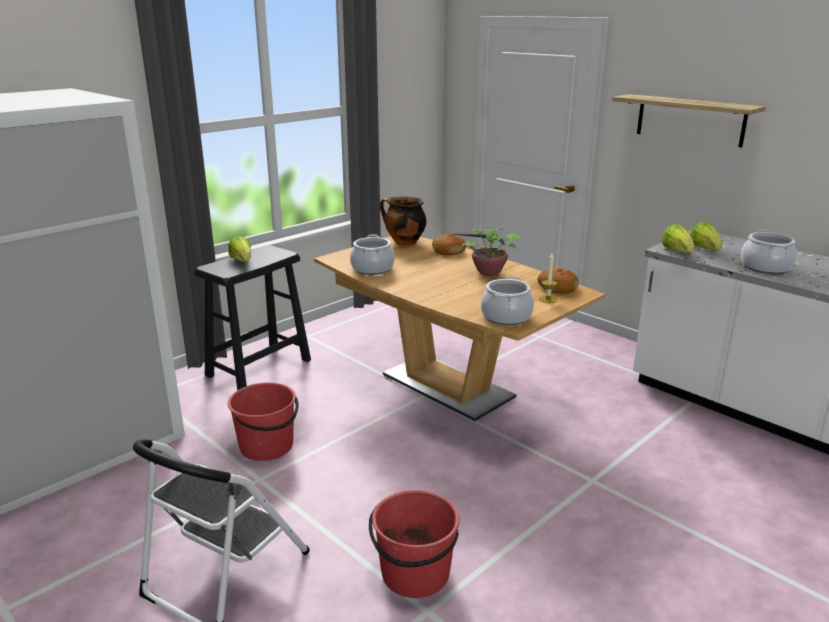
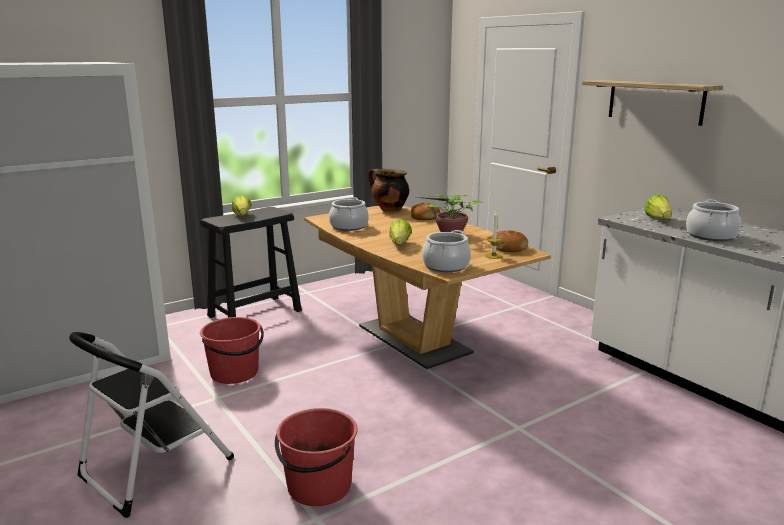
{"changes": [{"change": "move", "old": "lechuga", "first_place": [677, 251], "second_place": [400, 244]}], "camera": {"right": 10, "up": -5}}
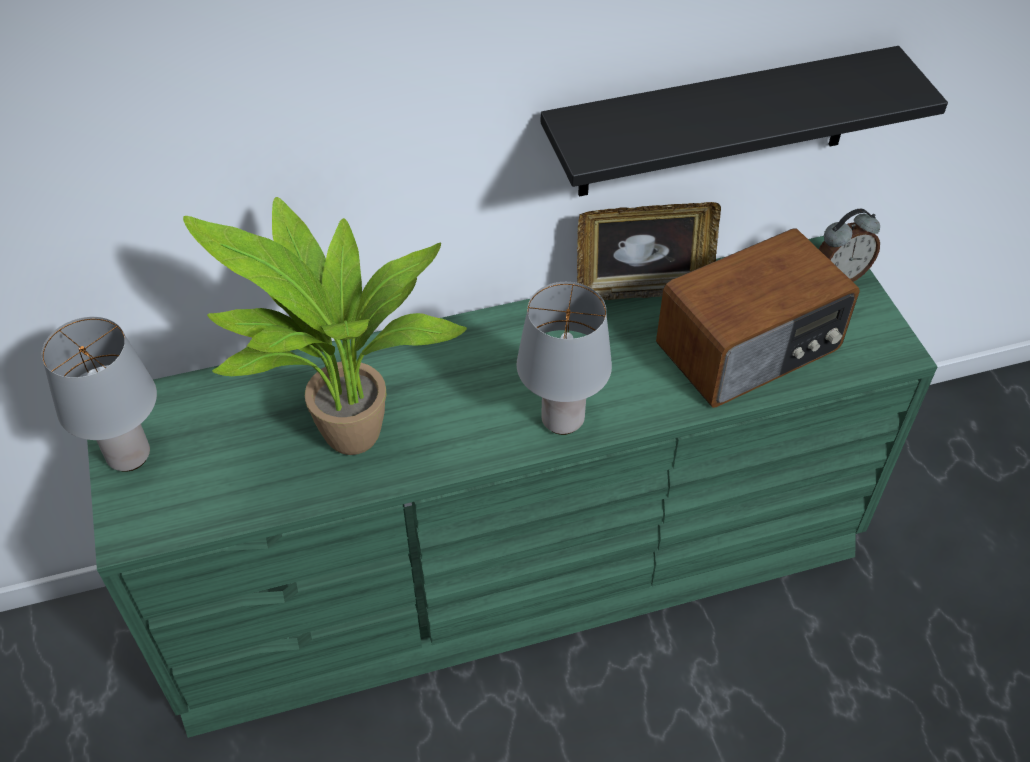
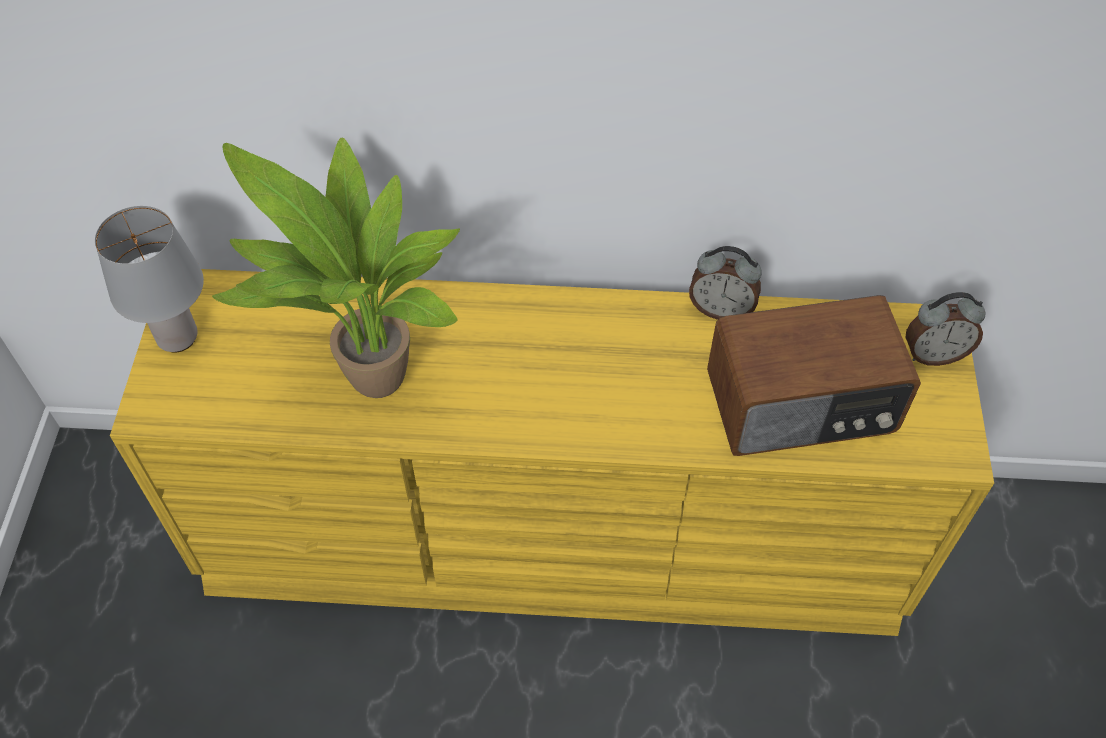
{"changes": [{"change": "recolor", "old": "cómoda [verde]", "new": "cómoda [amarillo]", "first_place": [514, 567], "second_place": [553, 535]}, {"change": "replace", "old": "portarretratos", "new": "despertador", "first_place": [642, 288], "second_place": [721, 309]}, {"change": "delete", "old": "lámpara de mesa [gris]", "first_place": [562, 421]}, {"change": "delete", "old": "estante [negro]", "first_place": [717, 124]}], "camera": {"right": 20, "up": 5}}
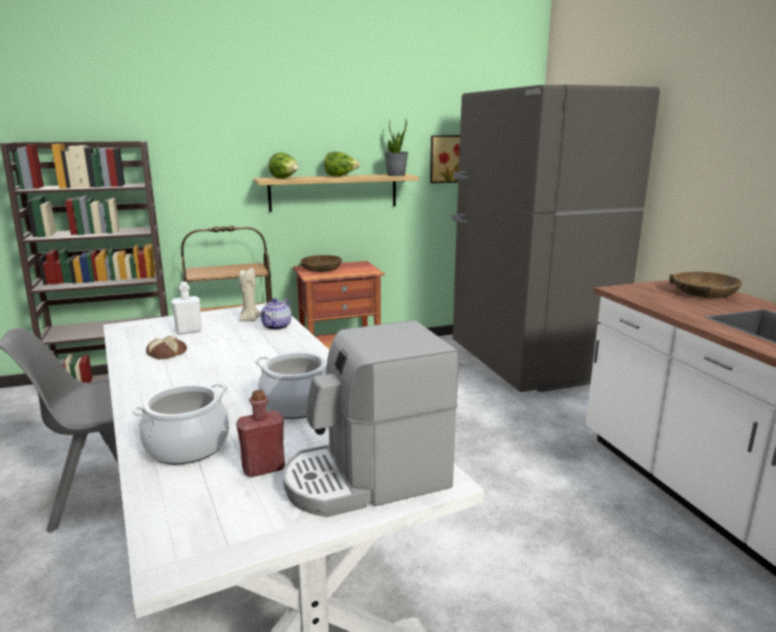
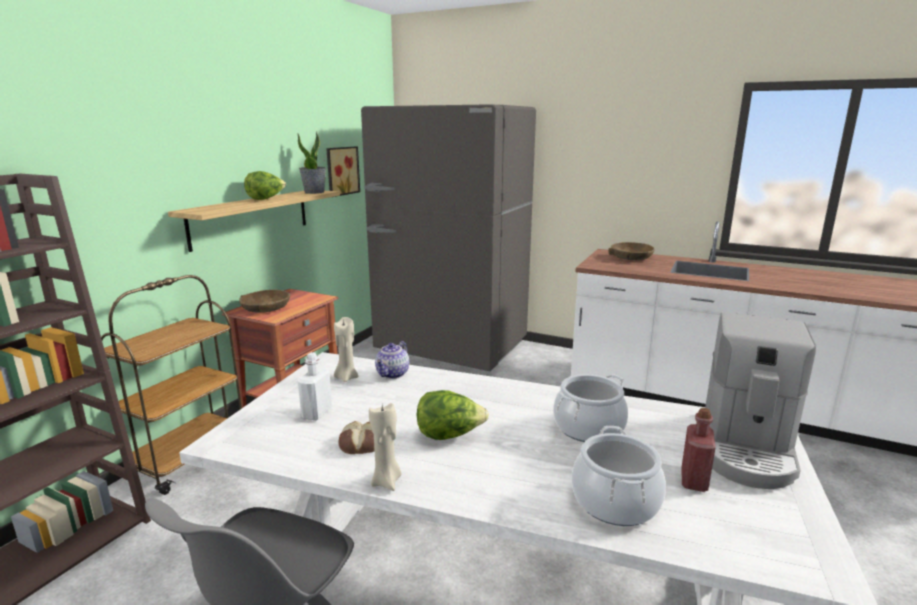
{"changes": [{"change": "insert", "new": "vela [beis]", "second_place": [387, 481]}, {"change": "rotate", "old": "tetera", "first_place": [277, 327], "second_place": [393, 374], "degrees": 45}, {"change": "move", "old": "lechuga", "first_place": [284, 178], "second_place": [449, 435]}], "camera": {"right": -45, "up": 0}}
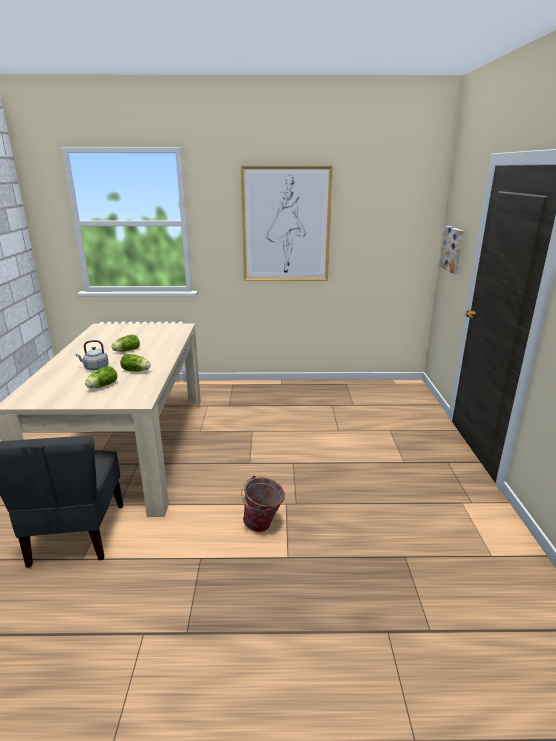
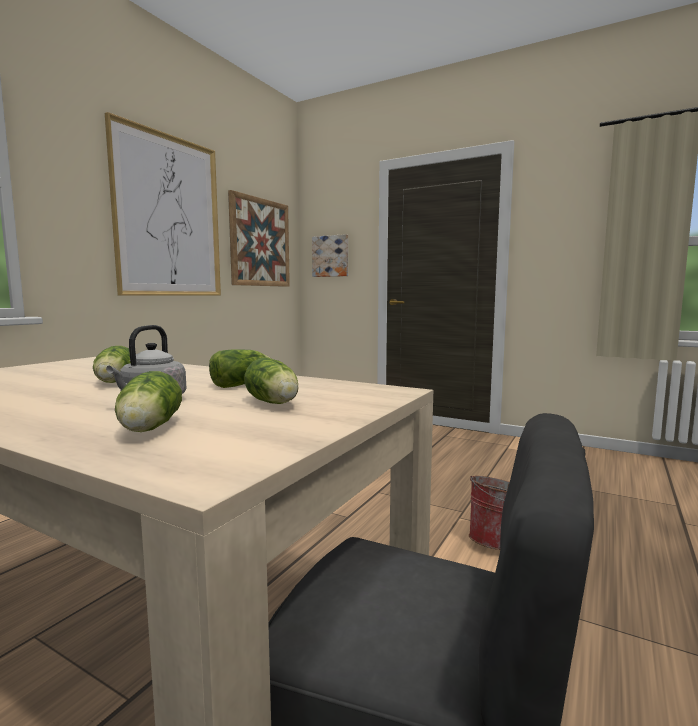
{"changes": [{"change": "insert", "new": "lechuga", "second_place": [148, 429]}, {"change": "insert", "new": "cuadro", "second_place": [260, 242]}], "camera": {"right": -60, "up": -15}}
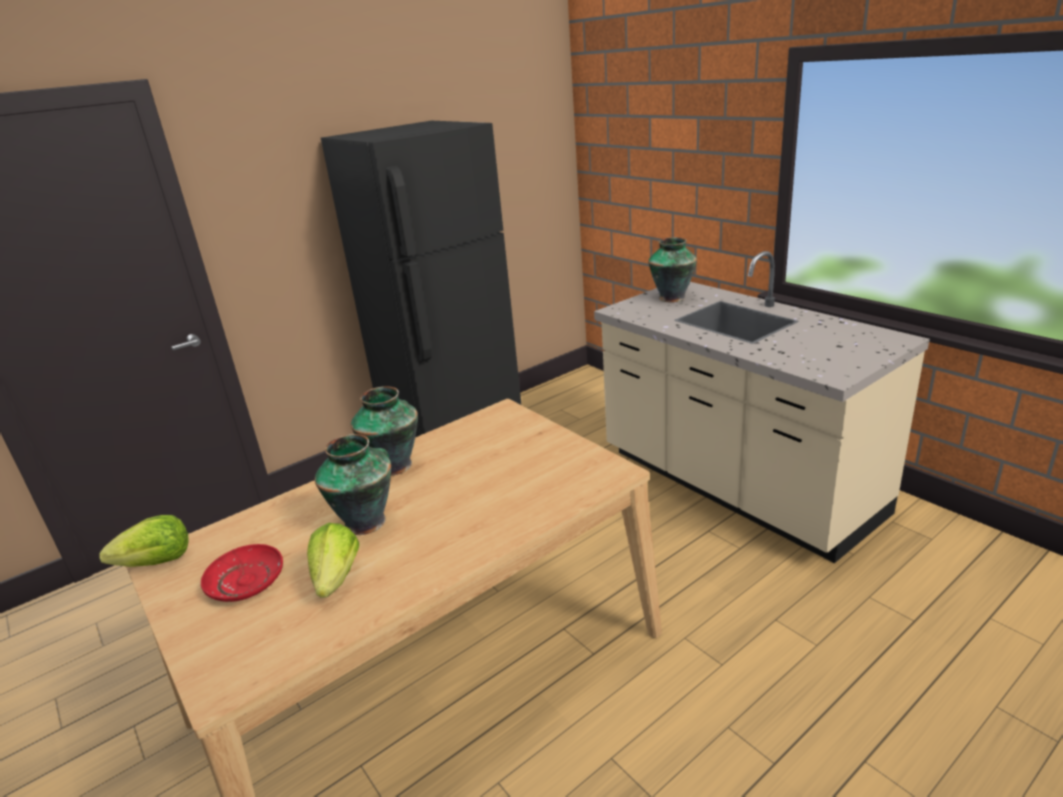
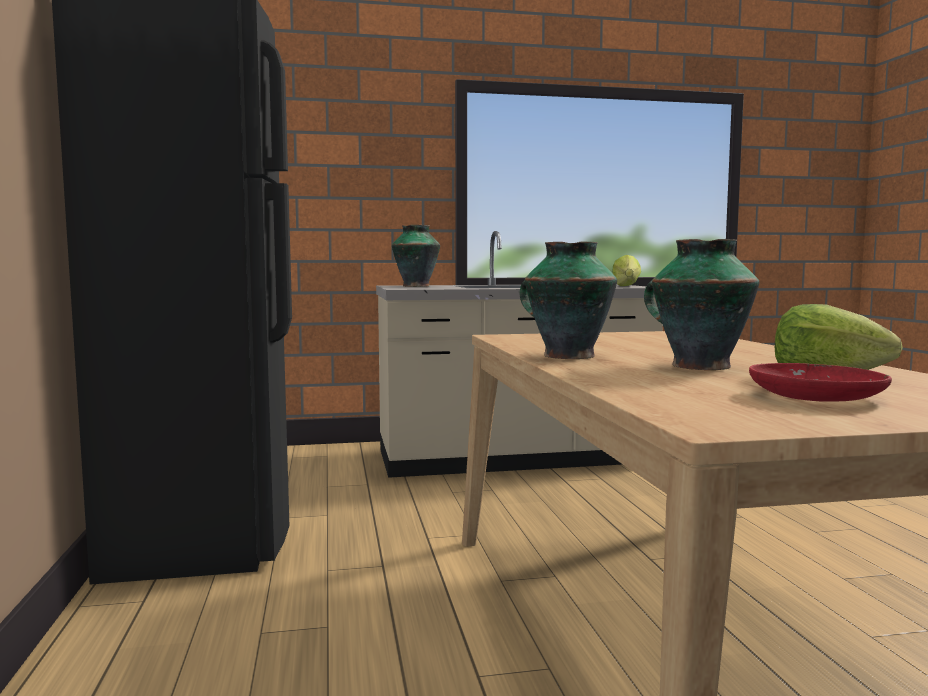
{"changes": [{"change": "move", "old": "lechuga", "first_place": [157, 562], "second_place": [626, 286]}], "camera": {"right": -65, "up": -20}}
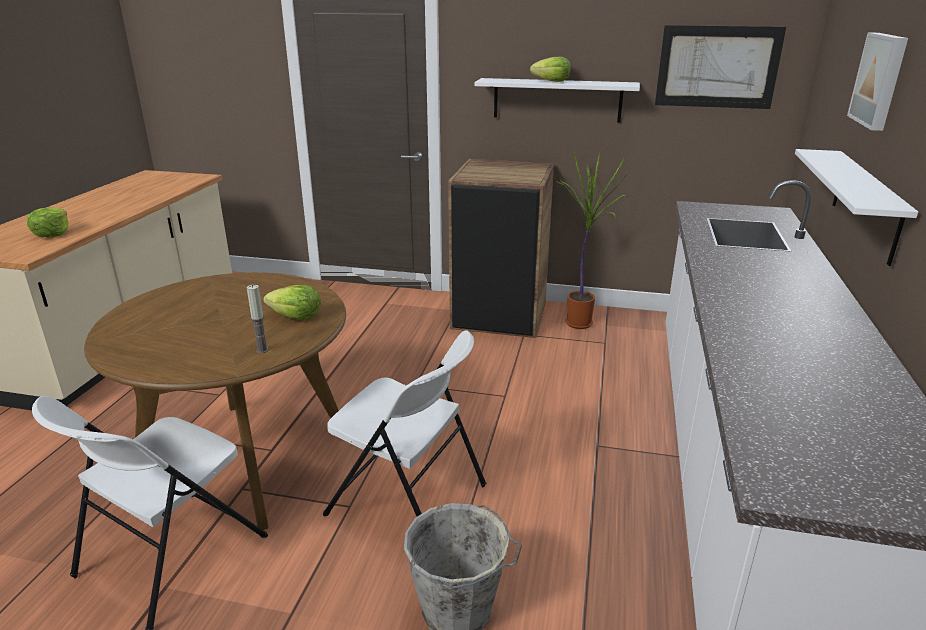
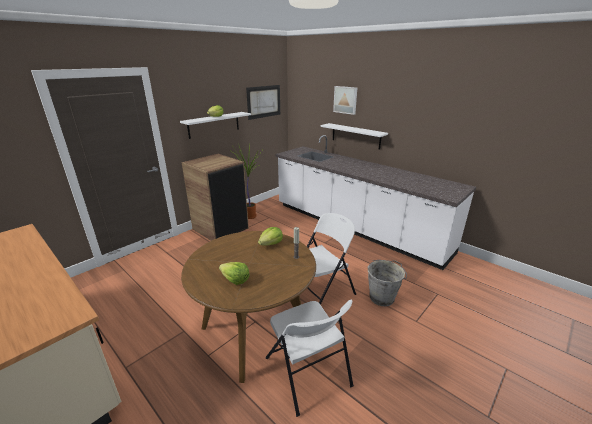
{"changes": [{"change": "move", "old": "lechuga", "first_place": [52, 234], "second_place": [235, 280]}], "camera": {"right": -60, "up": 0}}
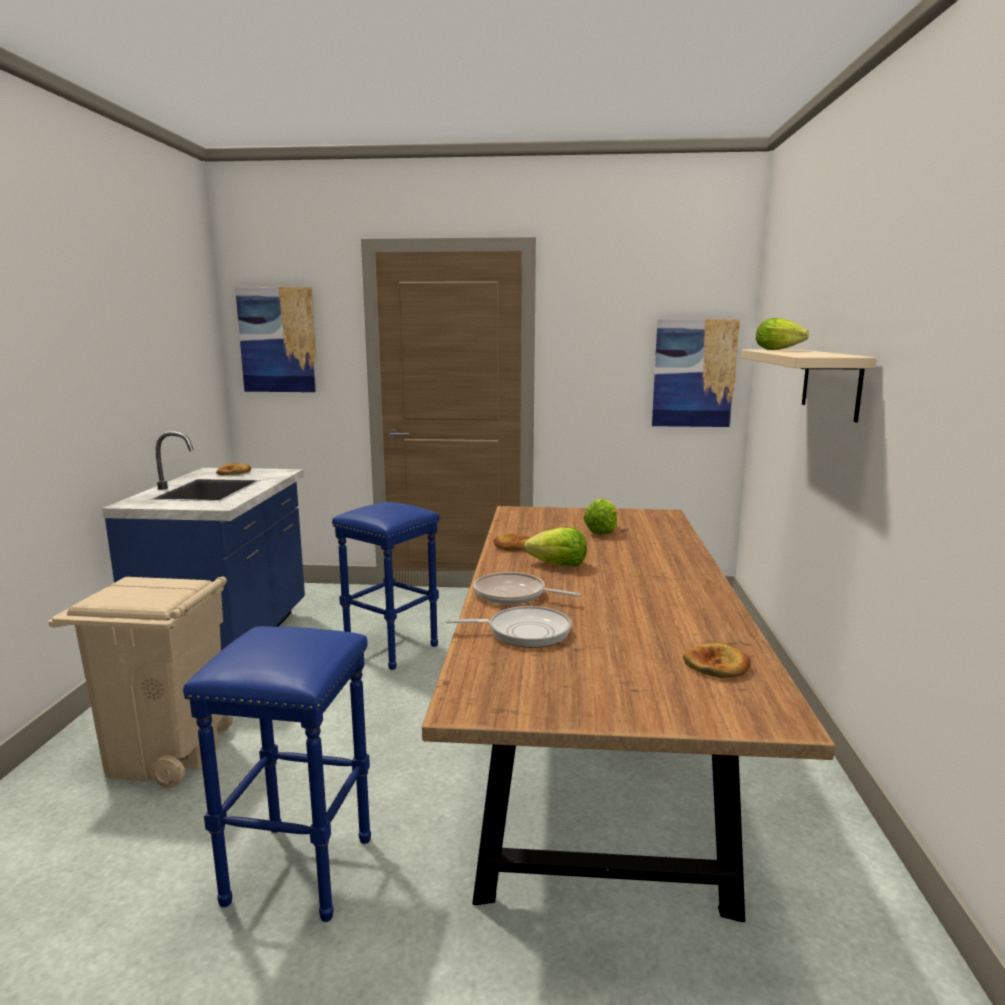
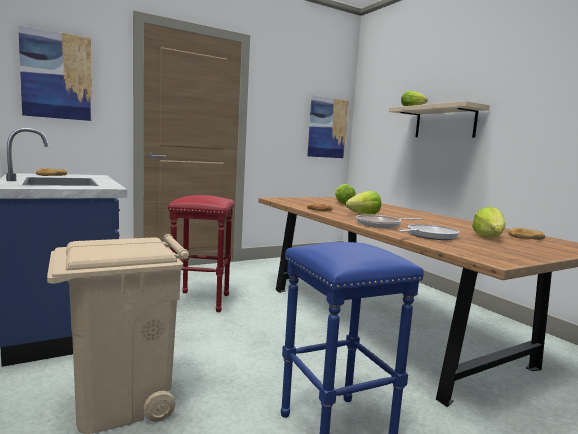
{"changes": [{"change": "recolor", "old": "taburete [azul]", "new": "taburete [rojo]", "first_place": [394, 648], "second_place": [202, 301]}, {"change": "insert", "new": "lechuga", "second_place": [488, 237]}], "camera": {"right": -35, "up": -5}}
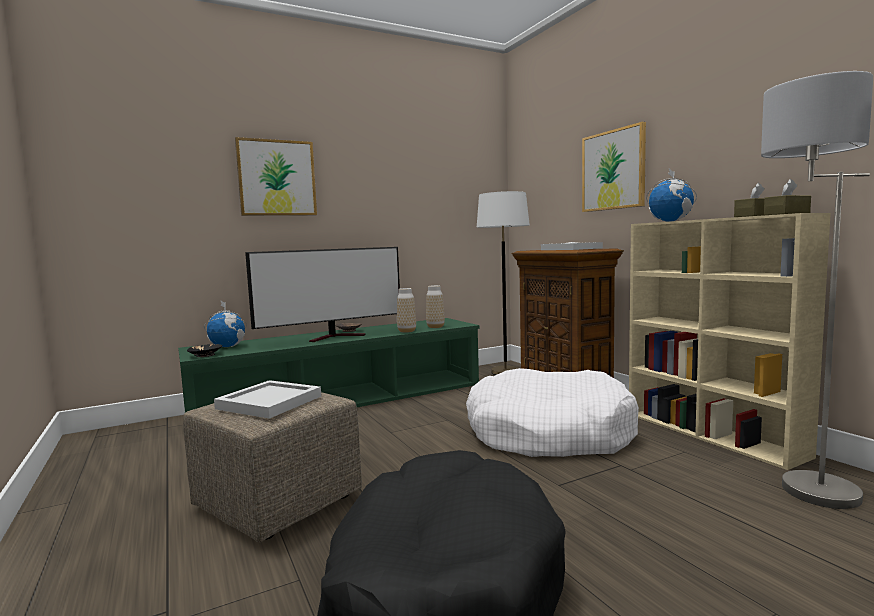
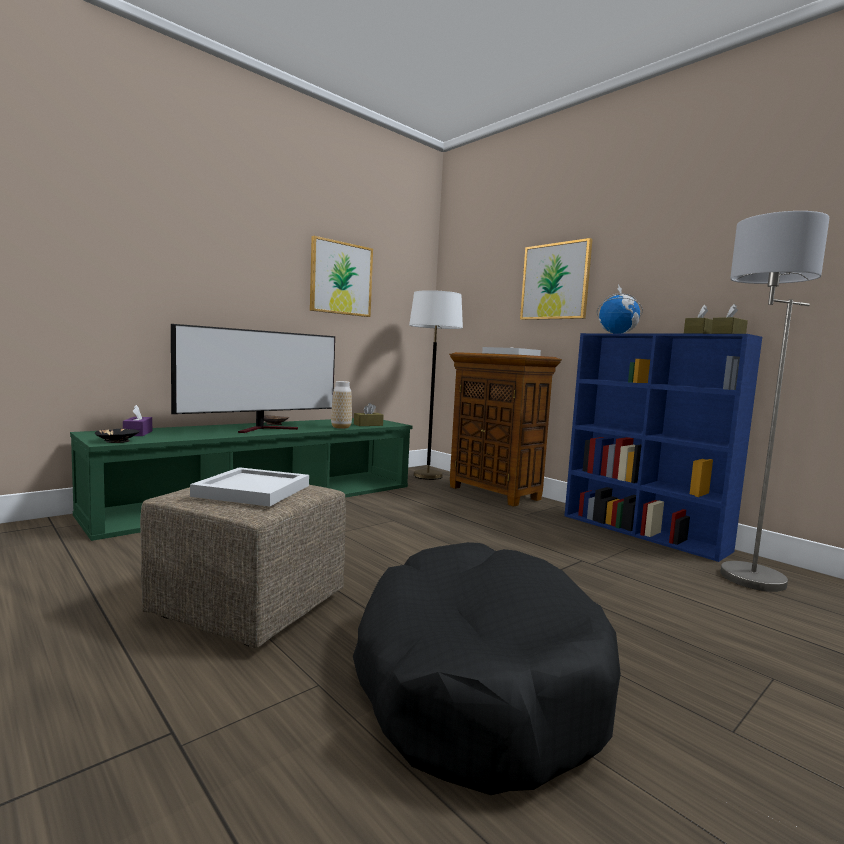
{"changes": [{"change": "replace", "old": "globo terráqueo", "new": "caja de pañuelos [morado]", "first_place": [227, 346], "second_place": [138, 433]}, {"change": "move", "old": "cuadro", "first_place": [277, 178], "second_place": [341, 278]}, {"change": "replace", "old": "florero", "new": "caja de pañuelos [marrón]", "first_place": [435, 327], "second_place": [368, 425]}, {"change": "recolor", "old": "estantería [beis]", "new": "estantería [azul]", "first_place": [712, 434], "second_place": [644, 533]}, {"change": "delete", "old": "cama para perro [blanco]", "first_place": [549, 433]}], "camera": {"right": -15, "up": 0}}
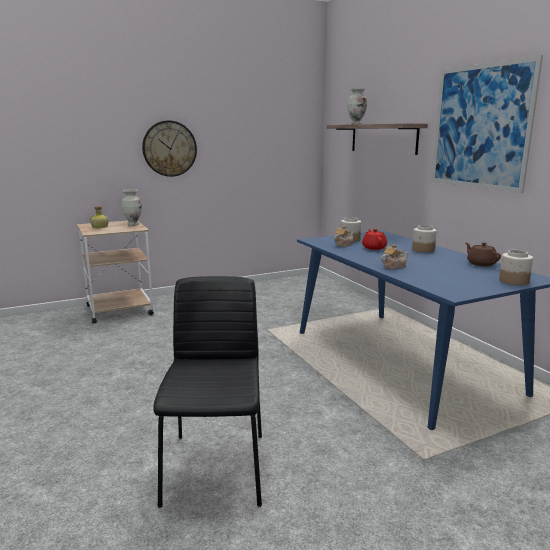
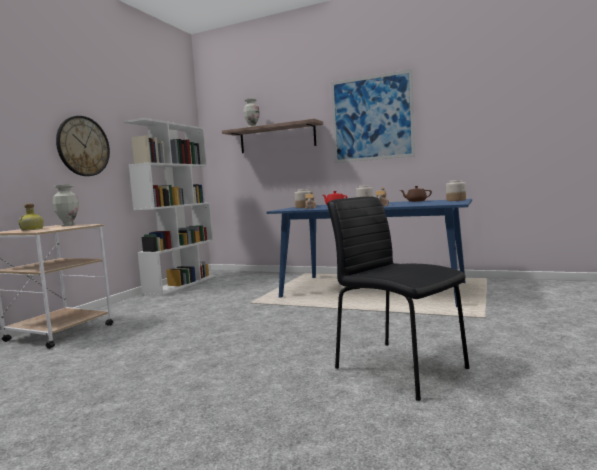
{"changes": [{"change": "insert", "new": "estantería [blanco]", "second_place": [181, 284]}], "camera": {"right": -40, "up": -10}}
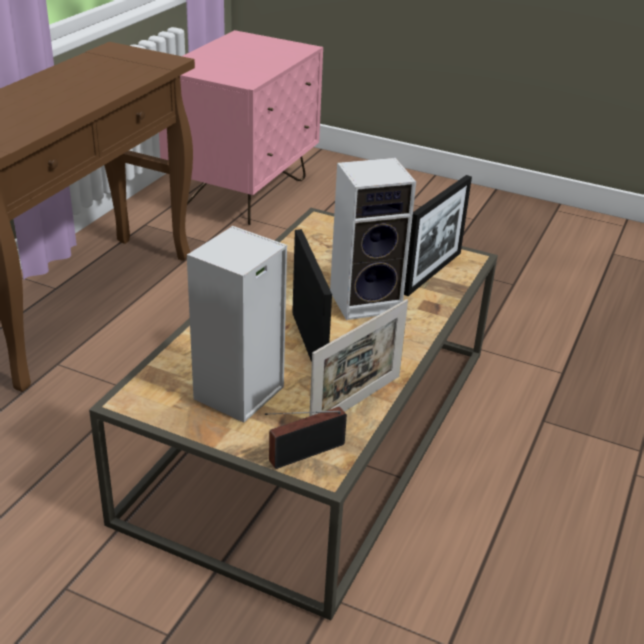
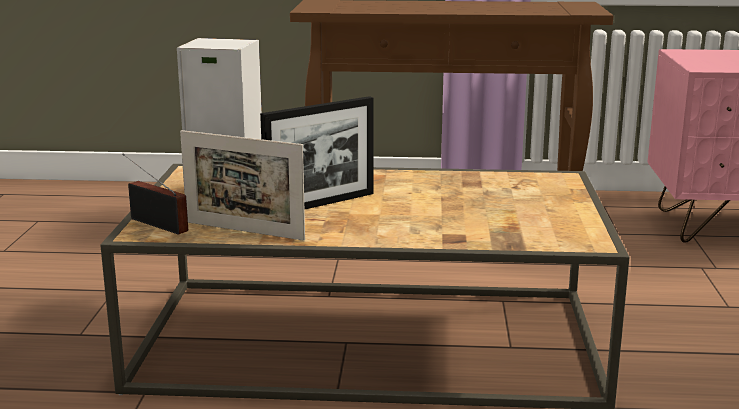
{"changes": [{"change": "delete", "old": "altavoz", "first_place": [367, 300]}, {"change": "delete", "old": "portarretratos", "first_place": [432, 273]}], "camera": {"right": 70, "up": -15}}
